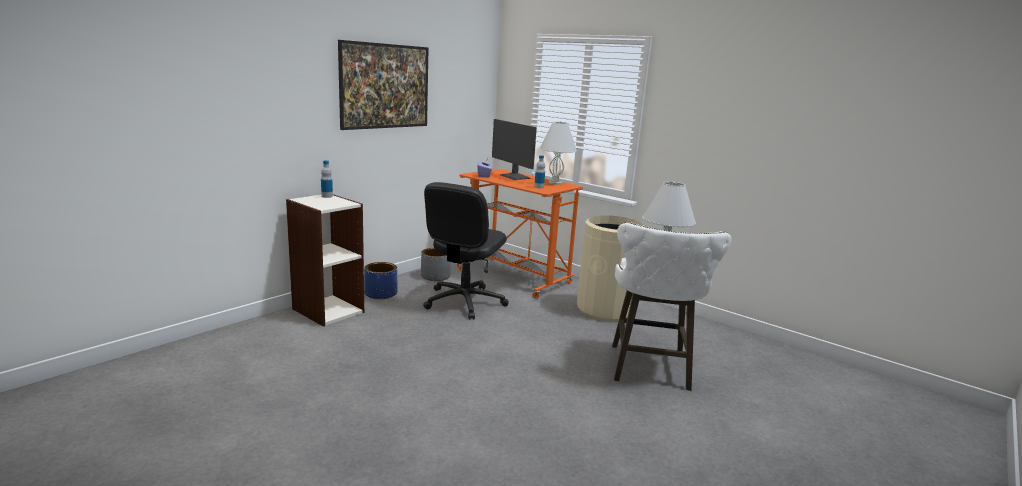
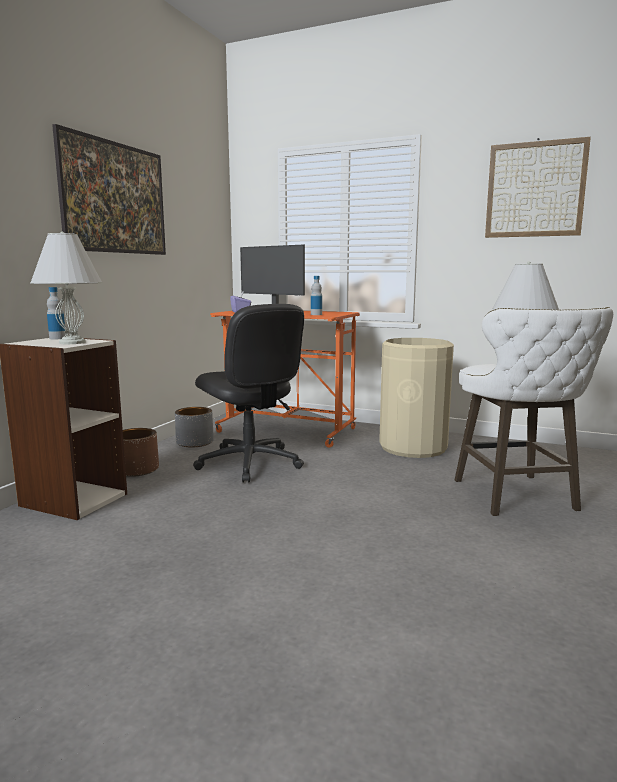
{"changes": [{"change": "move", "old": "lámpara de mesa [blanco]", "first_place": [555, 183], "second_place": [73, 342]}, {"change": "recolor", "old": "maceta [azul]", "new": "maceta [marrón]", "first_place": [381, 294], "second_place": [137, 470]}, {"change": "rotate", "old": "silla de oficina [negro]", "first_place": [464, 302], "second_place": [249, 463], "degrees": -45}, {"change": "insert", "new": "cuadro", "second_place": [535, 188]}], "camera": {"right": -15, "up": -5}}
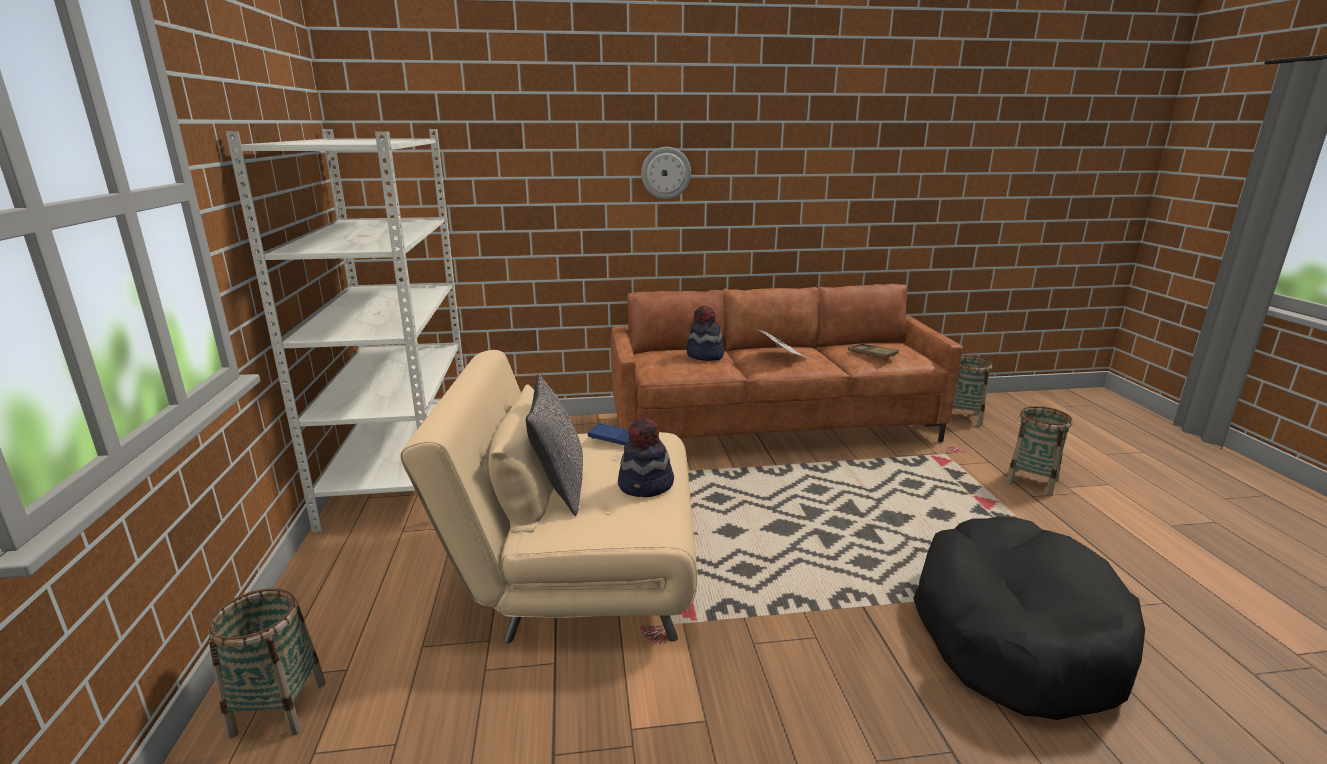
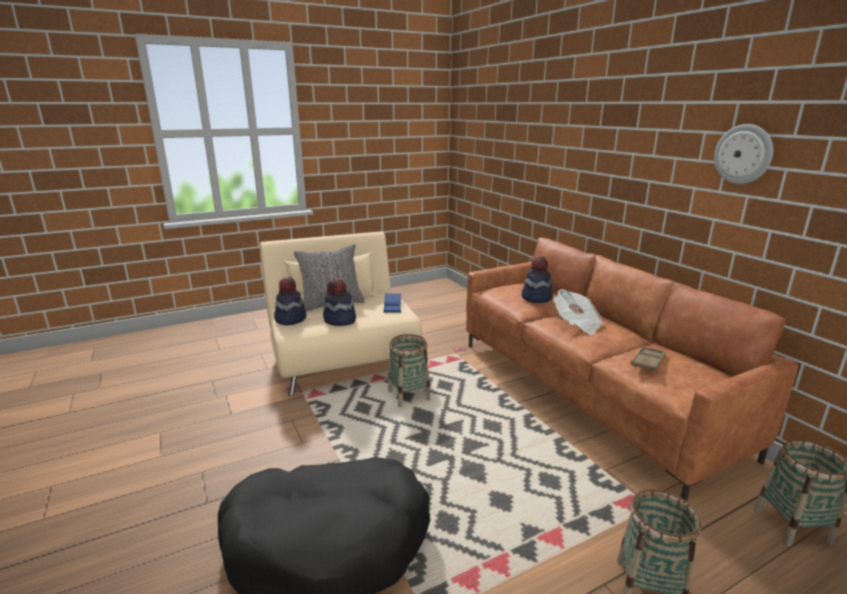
{"changes": [{"change": "insert", "new": "sombrero", "second_place": [290, 319]}, {"change": "move", "old": "cesta", "first_place": [278, 708], "second_place": [408, 395]}, {"change": "move", "old": "reloj de pared", "first_place": [666, 173], "second_place": [743, 154]}, {"change": "delete", "old": "estantería [blanco]", "first_place": [403, 471]}], "camera": {"right": 70, "up": 0}}
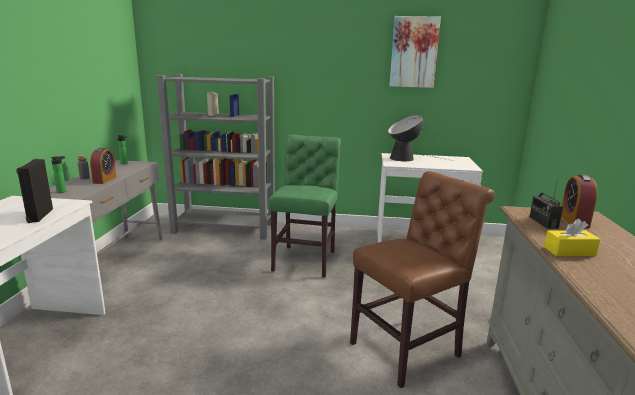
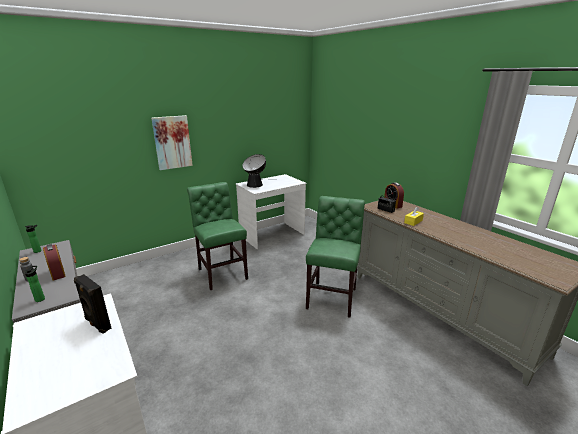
{"changes": [{"change": "move", "old": "cuadro", "first_place": [414, 52], "second_place": [172, 142]}, {"change": "recolor", "old": "silla [marrón]", "new": "silla [verde]", "first_place": [409, 348], "second_place": [332, 297]}, {"change": "delete", "old": "estantería [gris]", "first_place": [224, 228]}], "camera": {"right": -40, "up": 5}}
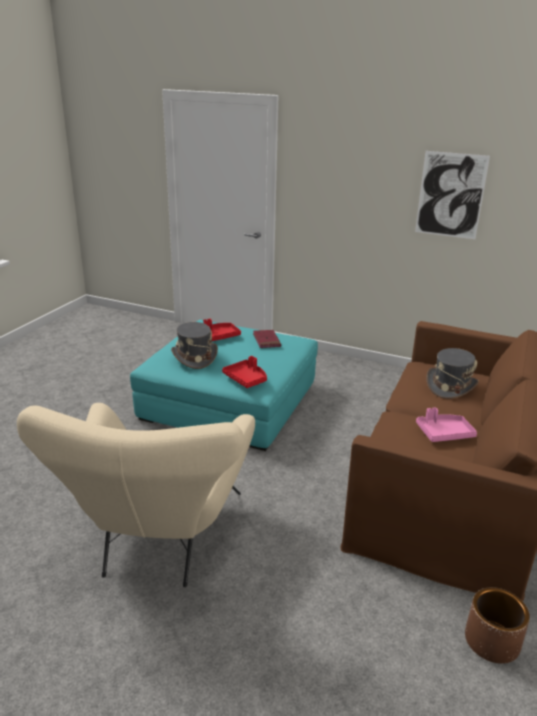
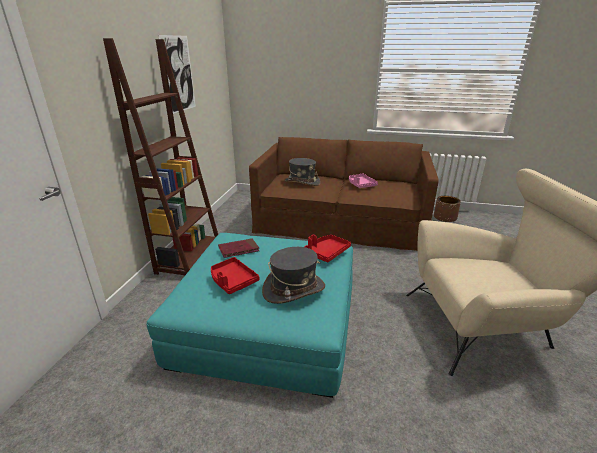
{"changes": [{"change": "insert", "new": "estantería [marrón]", "second_place": [189, 258]}], "camera": {"right": -100, "up": 0}}
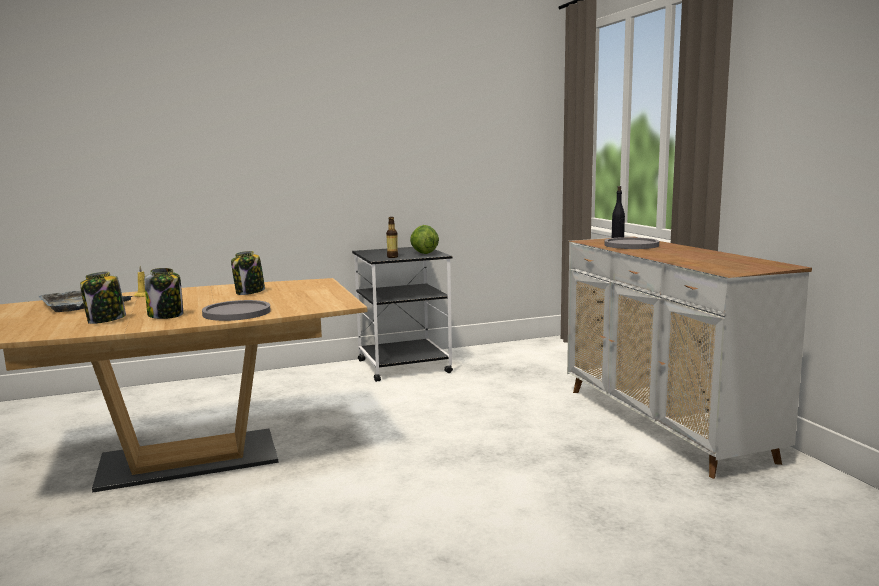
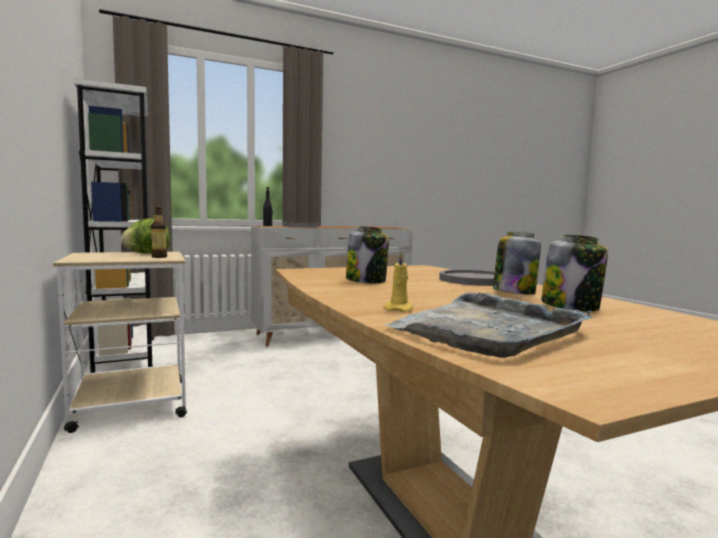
{"changes": [{"change": "recolor", "old": "carrito [negro]", "new": "carrito [beis]", "first_place": [405, 366], "second_place": [131, 403]}, {"change": "insert", "new": "estantería [blanco]", "second_place": [126, 355]}], "camera": {"right": -95, "up": -5}}
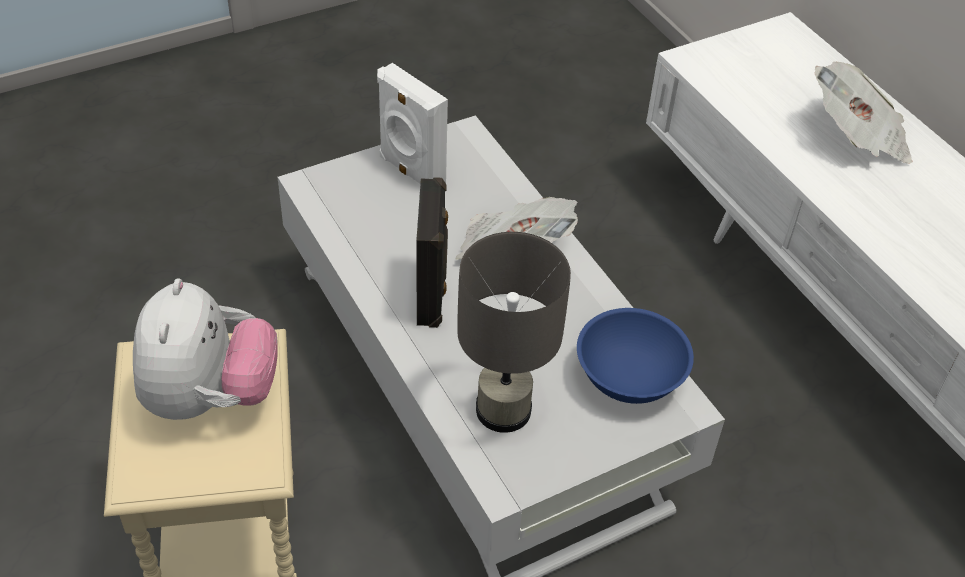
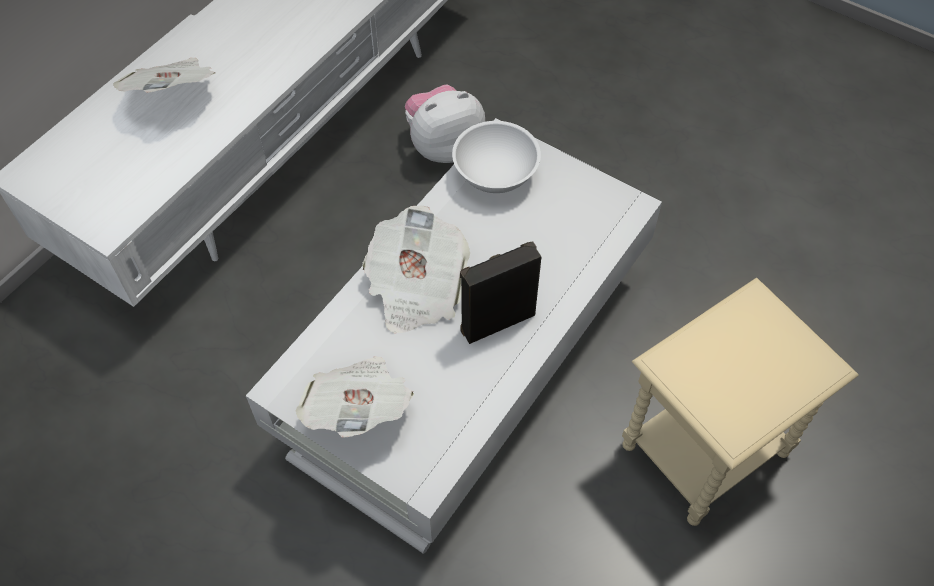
{"changes": [{"change": "replace", "old": "altavoz [blanco]", "new": "periódico", "first_place": [410, 172], "second_place": [359, 408]}, {"change": "move", "old": "peluche", "first_place": [210, 397], "second_place": [444, 146]}, {"change": "recolor", "old": "cuenco [azul]", "new": "cuenco [blanco]", "first_place": [629, 377], "second_place": [495, 174]}, {"change": "delete", "old": "lámpara de mesa [gris]", "first_place": [504, 411]}], "camera": {"right": -115, "up": 10}}
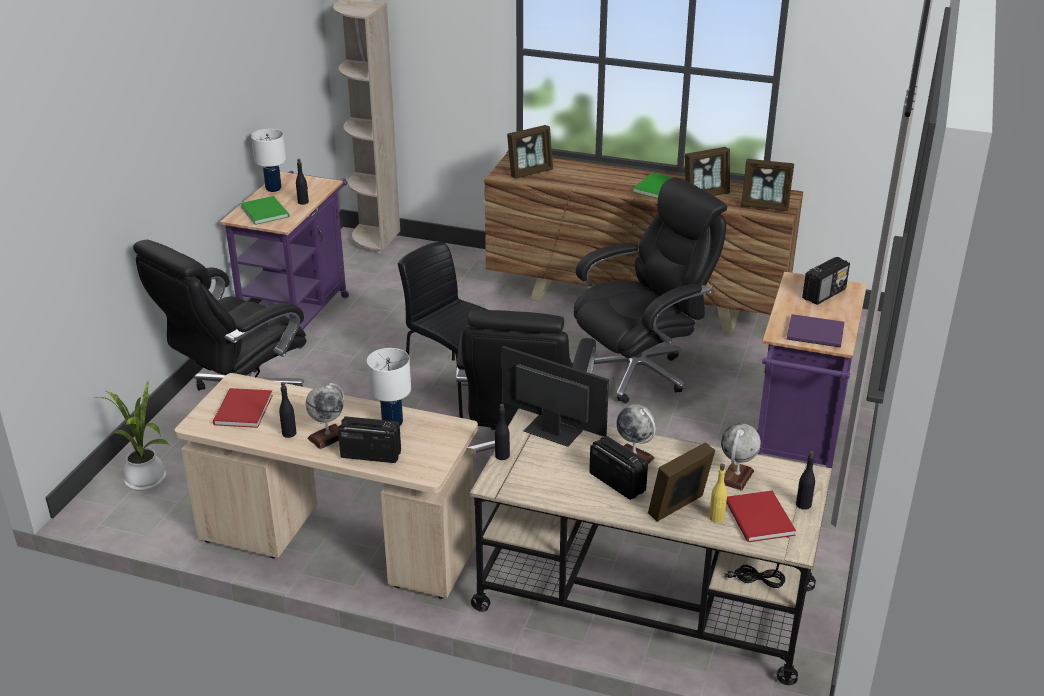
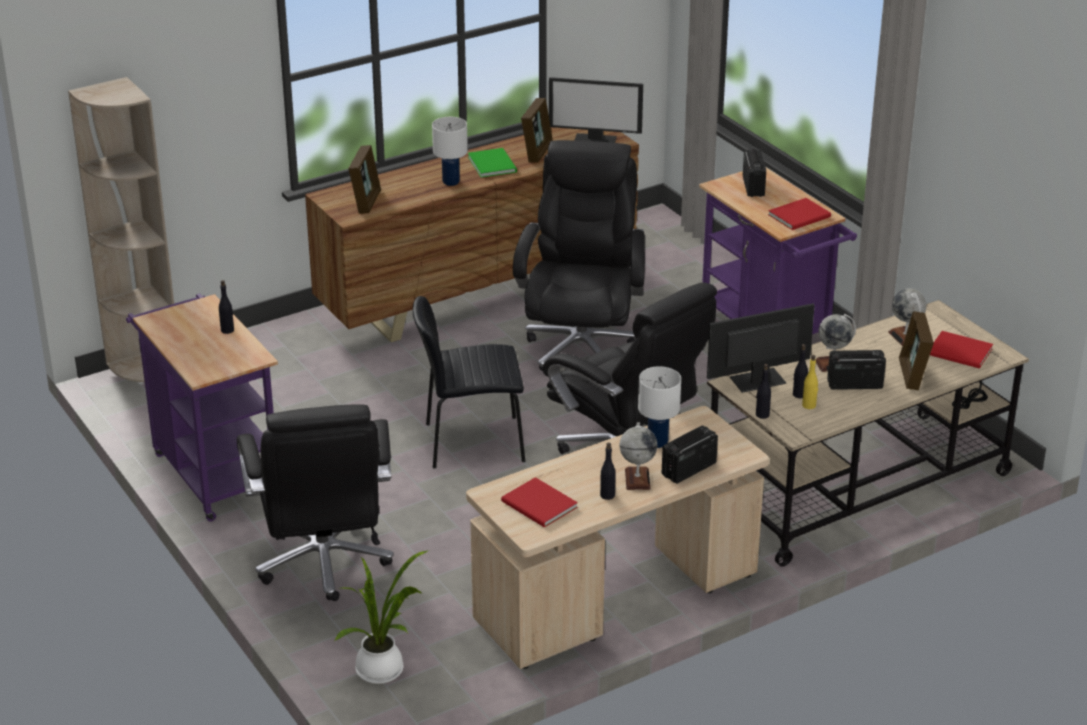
{"changes": [{"change": "move", "old": "lámpara de mesa [blanco]", "first_place": [274, 189], "second_place": [452, 182]}, {"change": "replace", "old": "portarretratos", "new": "monitor", "first_place": [765, 206], "second_place": [595, 140]}, {"change": "recolor", "old": "libro [morado]", "new": "libro [rojo]", "first_place": [816, 334], "second_place": [801, 216]}, {"change": "move", "old": "botella [negro]", "first_place": [803, 504], "second_place": [799, 394]}, {"change": "move", "old": "botella [amarillo]", "first_place": [716, 518], "second_place": [809, 405]}, {"change": "delete", "old": "libro [verde]", "first_place": [265, 211]}], "camera": {"right": -50, "up": 0}}
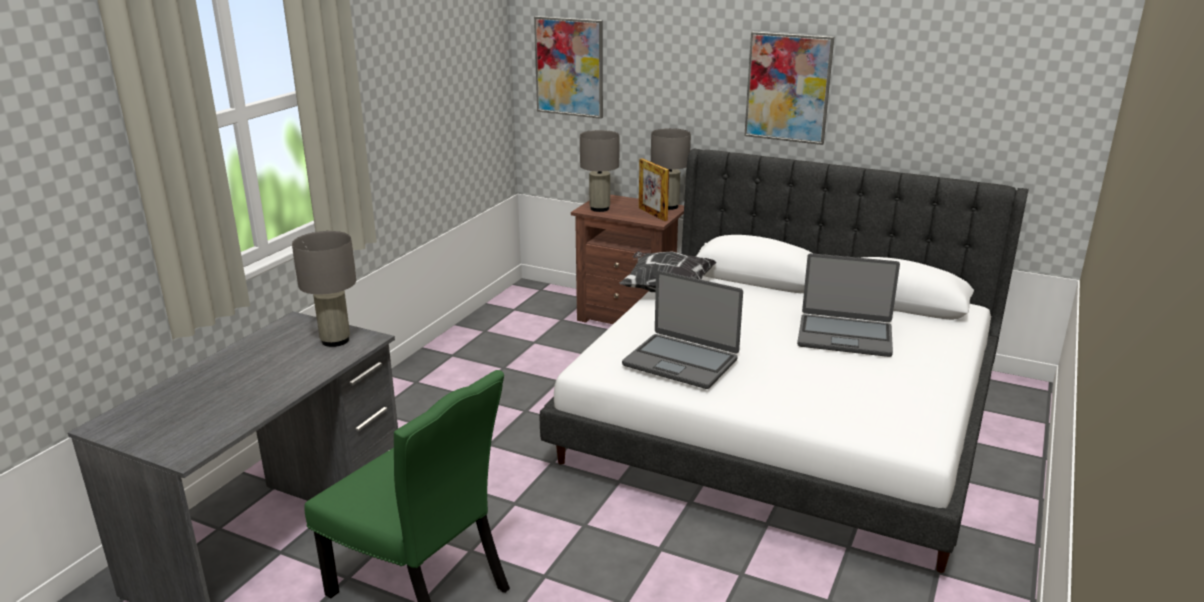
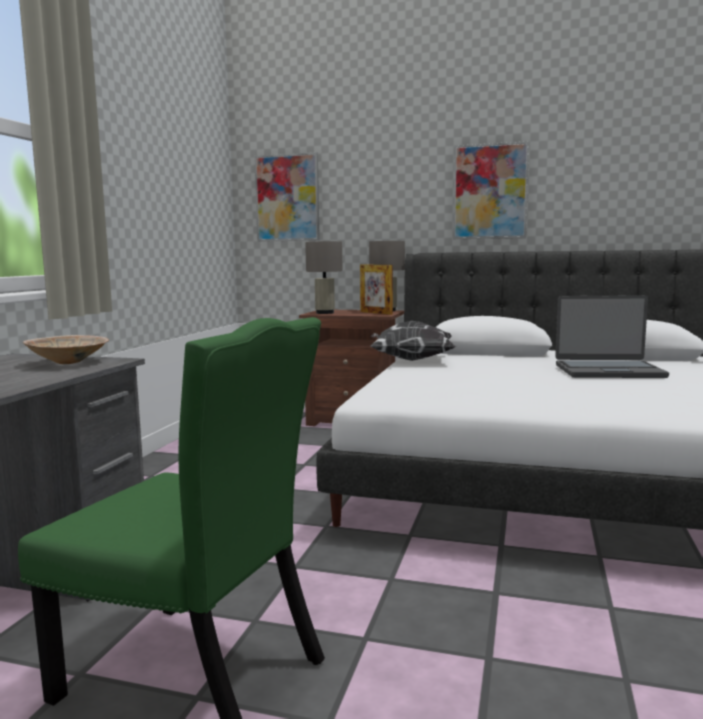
{"changes": [{"change": "replace", "old": "lámpara de mesa [gris]", "new": "cuenco [beis]", "first_place": [336, 341], "second_place": [69, 363]}, {"change": "delete", "old": "portátil", "first_place": [681, 362]}], "camera": {"right": -10, "up": -15}}
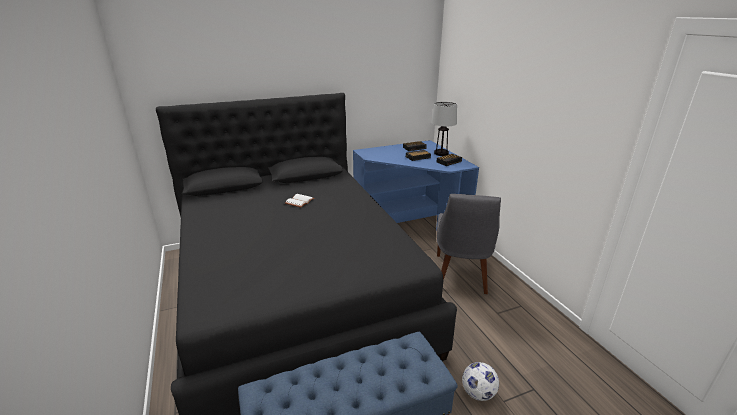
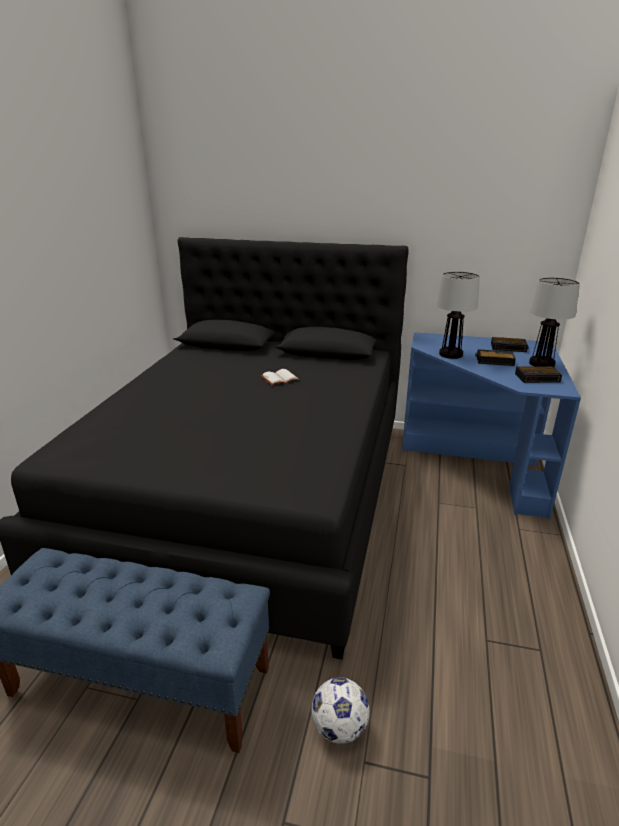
{"changes": [{"change": "insert", "new": "lámpara de mesa", "second_place": [450, 354]}, {"change": "delete", "old": "silla [gris]", "first_place": [461, 275]}], "camera": {"right": 35, "up": 0}}
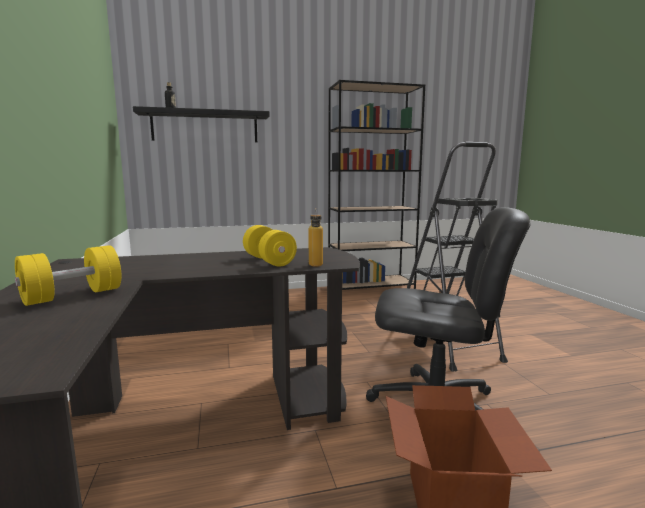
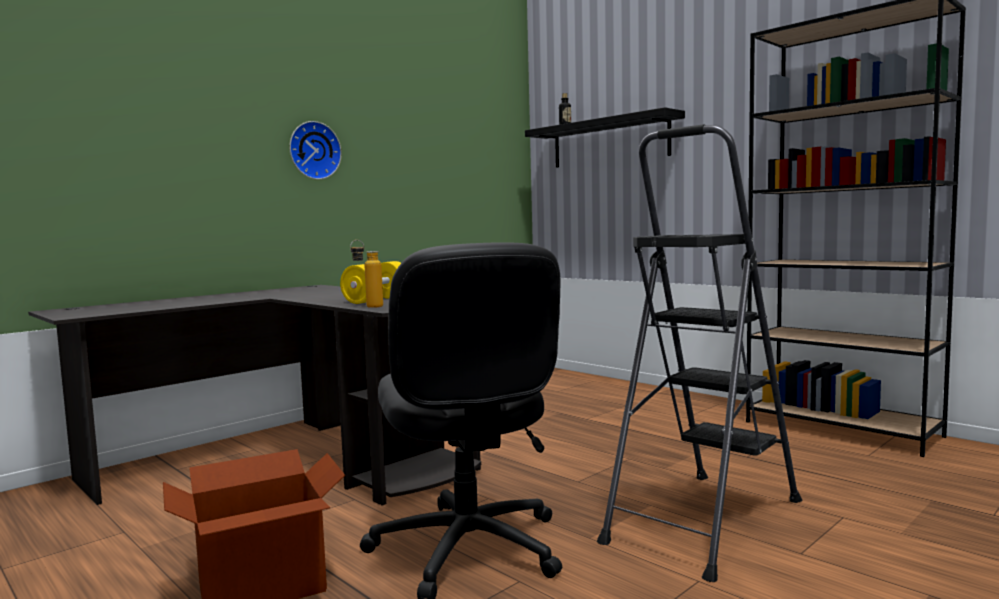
{"changes": [{"change": "insert", "new": "reloj de pared", "second_place": [313, 150]}, {"change": "delete", "old": "mancuerna [amarillo]", "first_place": [72, 296]}], "camera": {"right": 60, "up": -5}}
